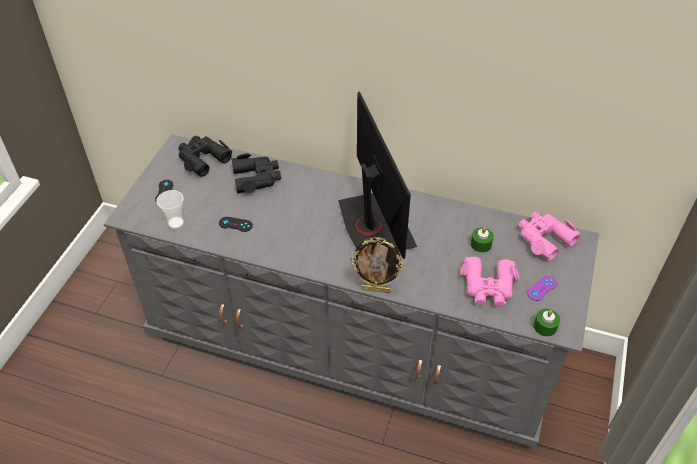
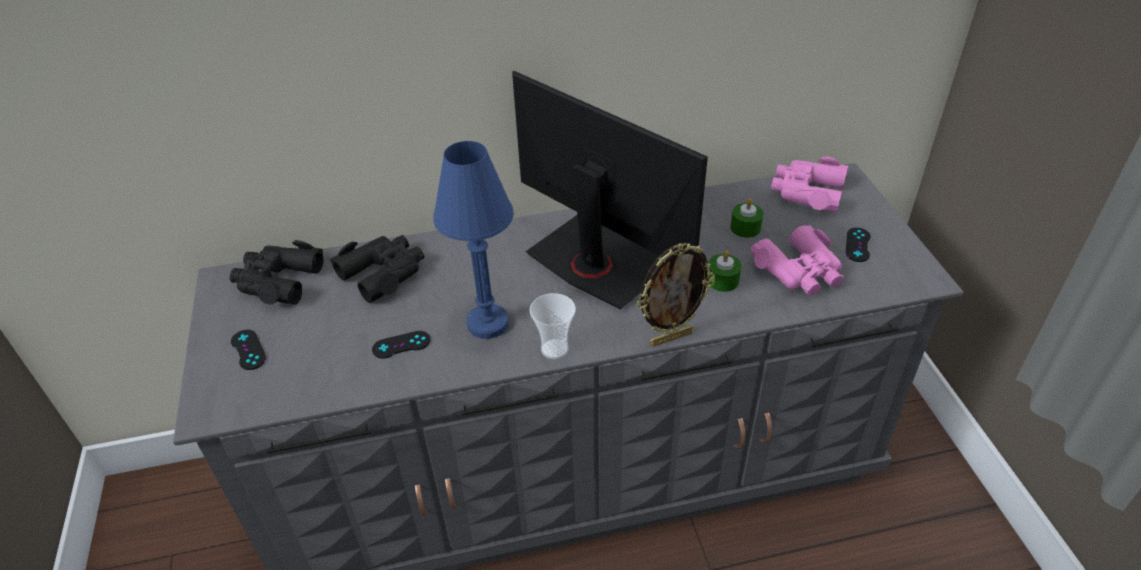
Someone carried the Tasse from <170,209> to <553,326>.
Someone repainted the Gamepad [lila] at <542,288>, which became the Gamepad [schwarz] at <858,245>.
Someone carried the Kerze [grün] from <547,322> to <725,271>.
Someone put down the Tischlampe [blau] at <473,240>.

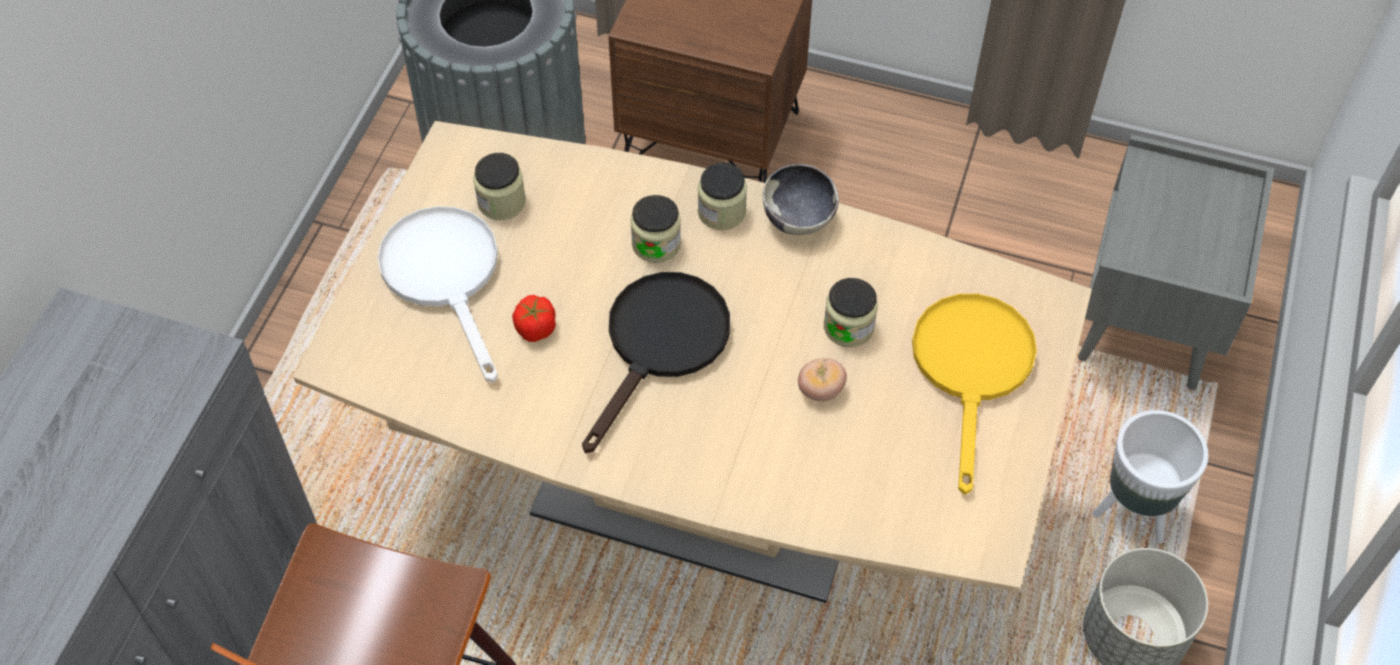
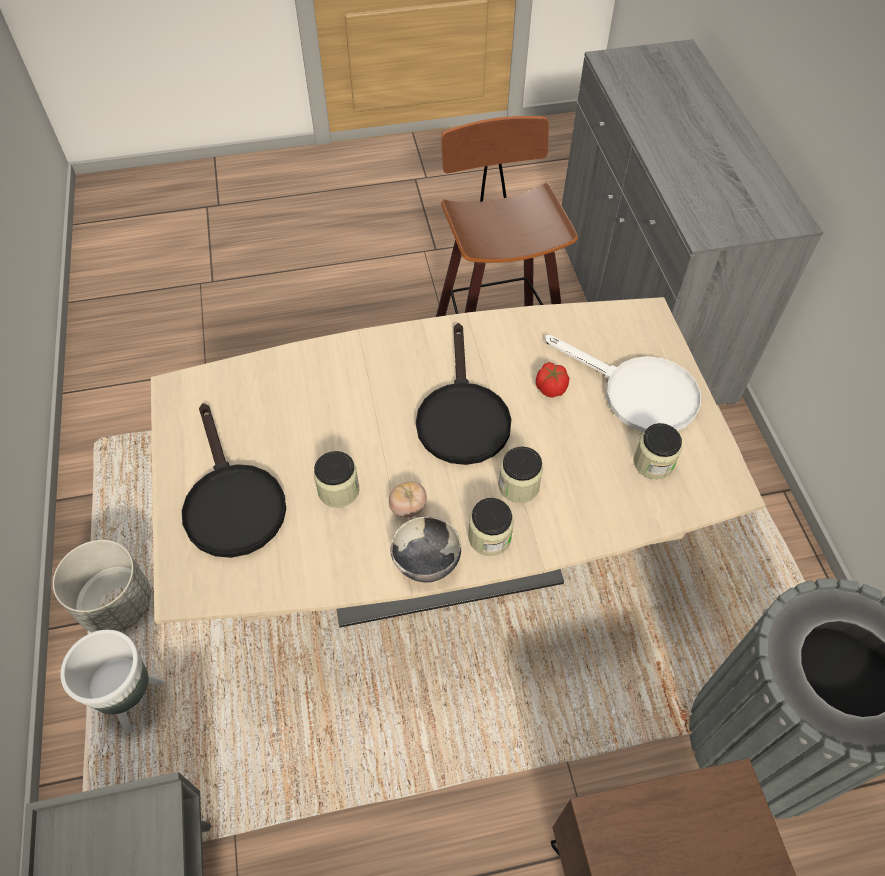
Someone carried the Tomate from <822,380> to <408,499>.
Someone repainted the Pfanne [gelb] at <974,394>, which became the Pfanne [schwarz] at <234,480>.

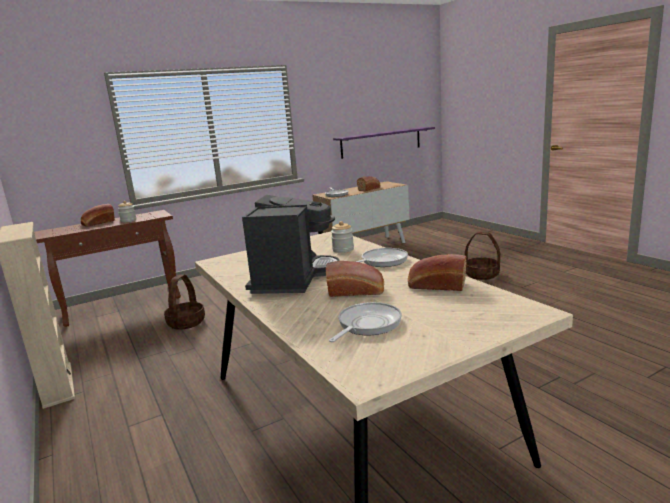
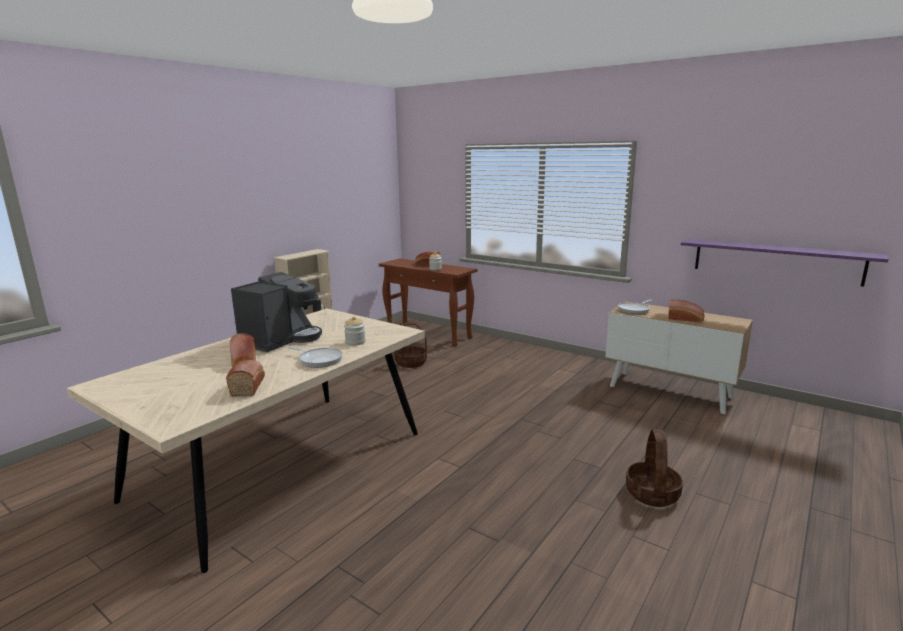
Someone rotated the Kaffeemaschine at <290,244> by 45 degrees counterclockwise.
Someone took away the Pfanne at <365,322>.

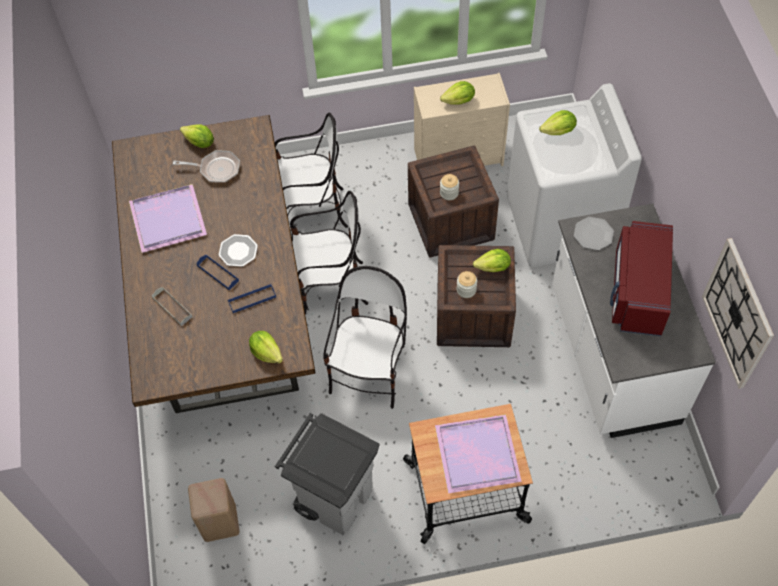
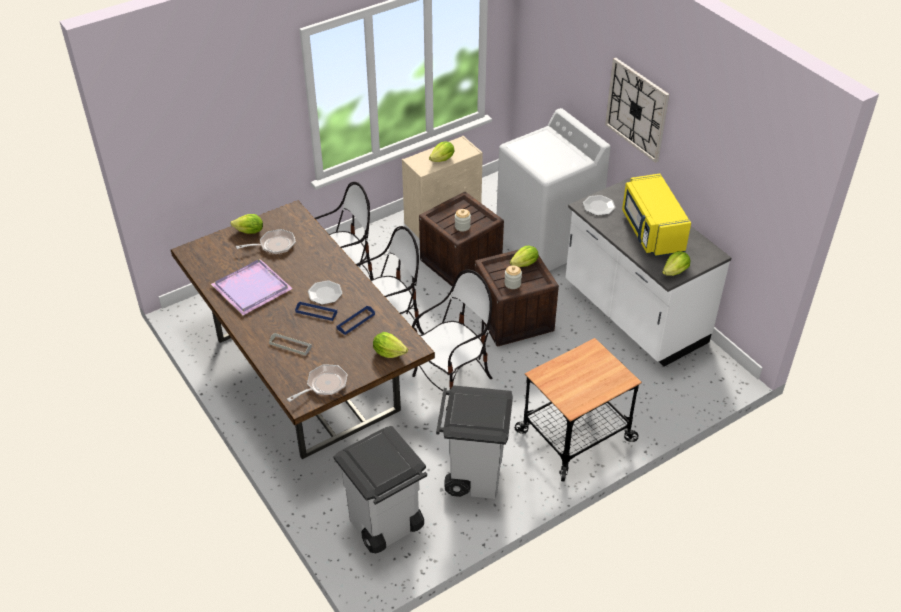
Someone swapped the Hocker [beige] at <214,510> for the Mülleimer [grau] at <380,489>.
Someone rotated the Stuhl at <365,337> by 60 degrees clockwise.
Someone took away the Tablett [lila] at <478,453>.
Someone carried the Salatkopf from <558,122> to <676,263>.
Someone repainted the Mikrowelle [rot] at <641,278>, which became the Mikrowelle [gelb] at <656,215>.
Someone carried the Wanduhr from <738,313> to <637,110>.
Someone put down the Pfanne at <317,383>.

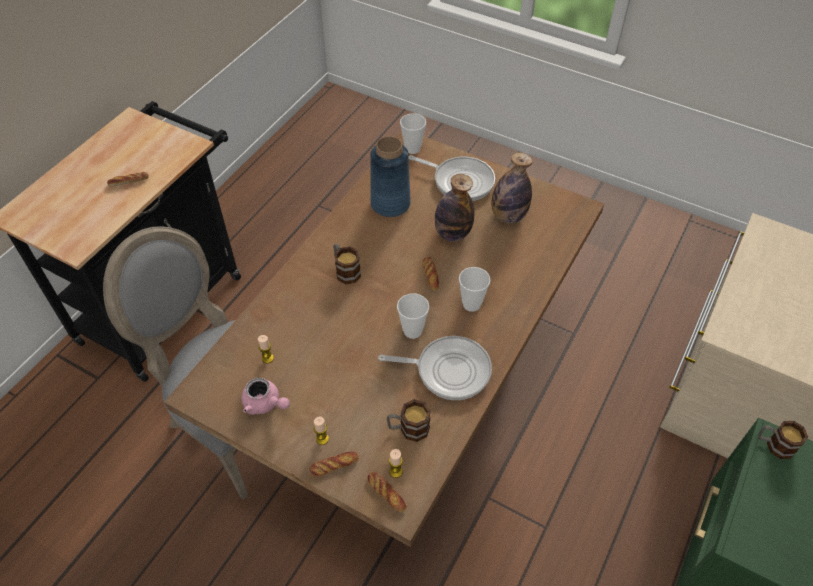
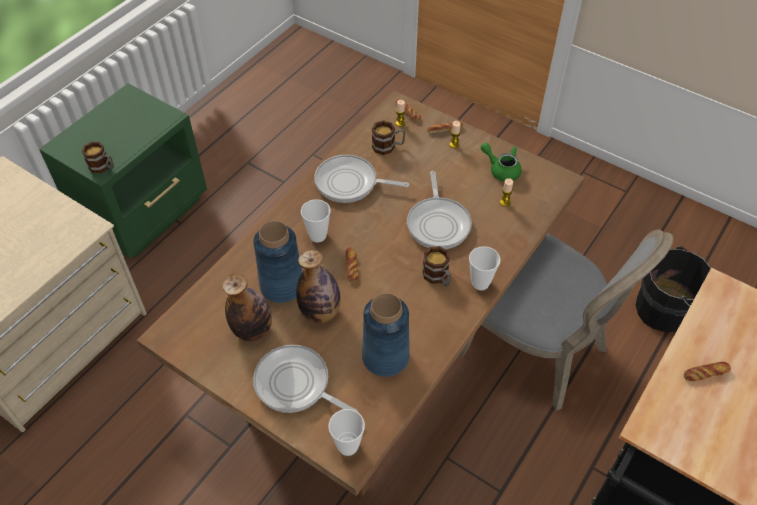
Someone repainted the Teekanne [rosa] at <265,396>, which became the Teekanne [grün] at <501,162>.
Someone carried the Tasse from <413,316> to <485,268>.
Someone put down the Vase [blau] at <277,262>.
Someone put down the Pfanne at <439,210>.
Someone put down the Eimer [schwarz] at <673,289>.

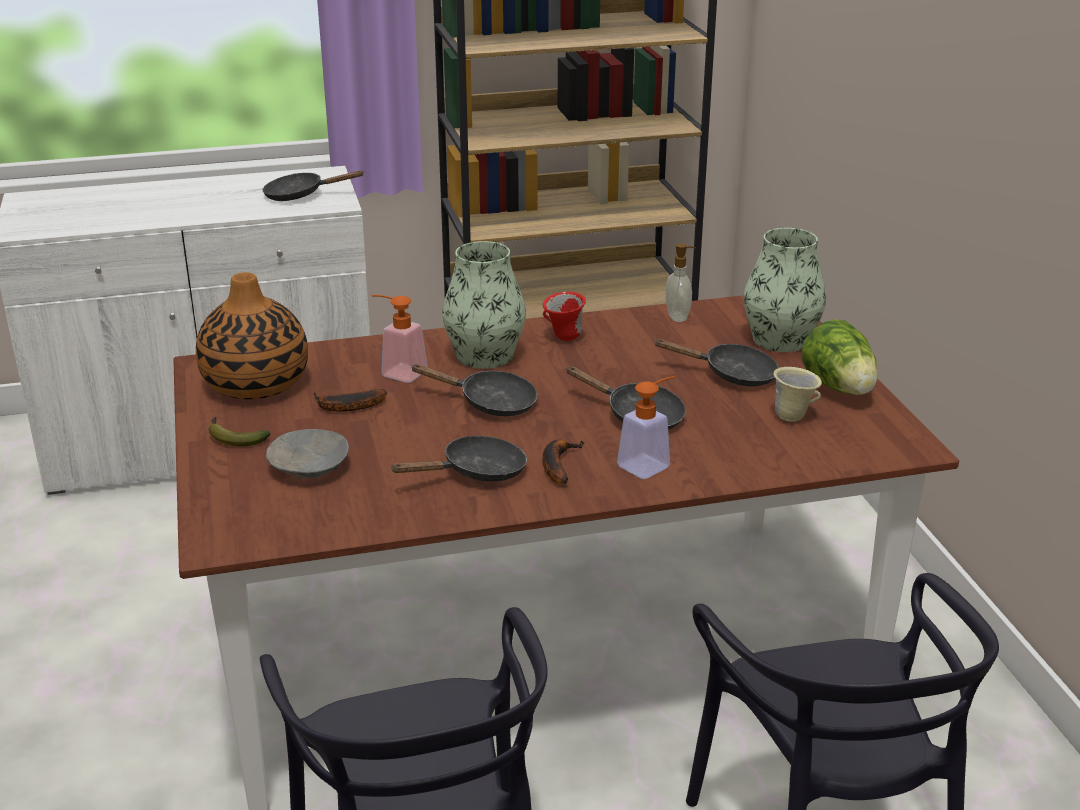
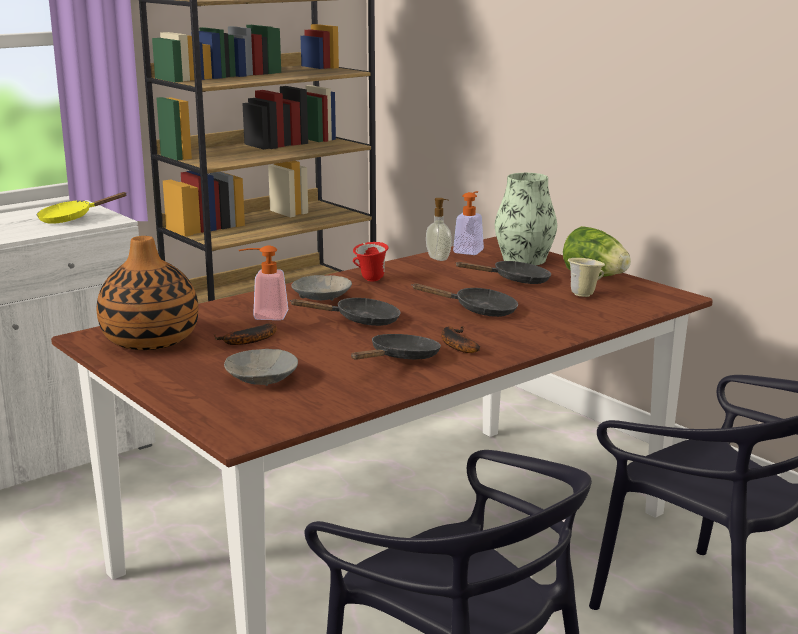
Someone took away the Banane at <239,431>.
Someone repainted the Pfanne [schwarz] at <313,185>, which became the Pfanne [gelb] at <82,208>.
Someone swapped the Vase at <484,305> for the Schüssel [grau] at <321,288>.
Someone carried the Seifenspender from <646,427> to <468,223>.

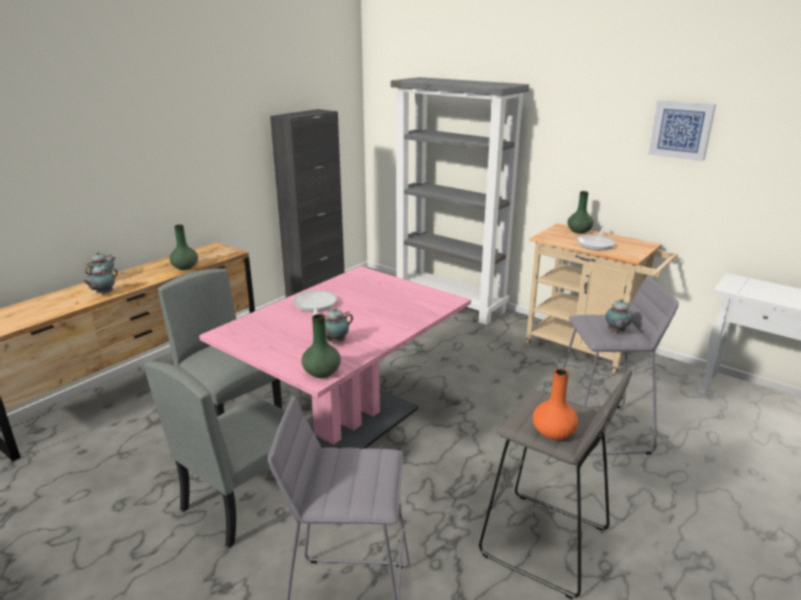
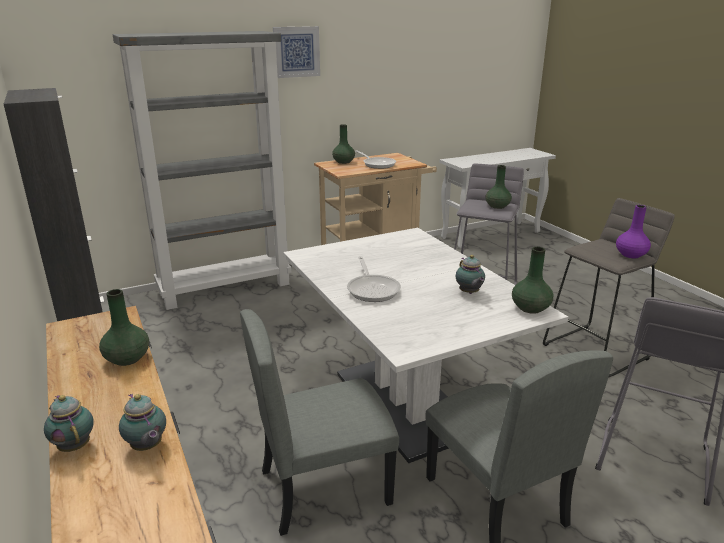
Someone repainted the Esstisch [rosa] at <335,357>, which became the Esstisch [weiß] at <425,345>.
Someone rotated the Pfanne at <315,302> by 120 degrees counterclockwise.
Someone repainted the Vase [orange] at <555,404>, which became the Vase [lila] at <633,231>.
Someone swapped the Teekanne at <618,316> for the Vase [grün] at <498,187>.
Someone carried the Bild from <682,130> to <296,52>.

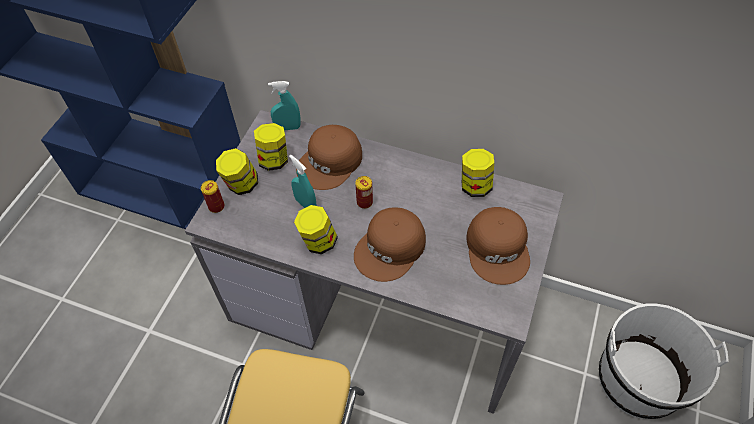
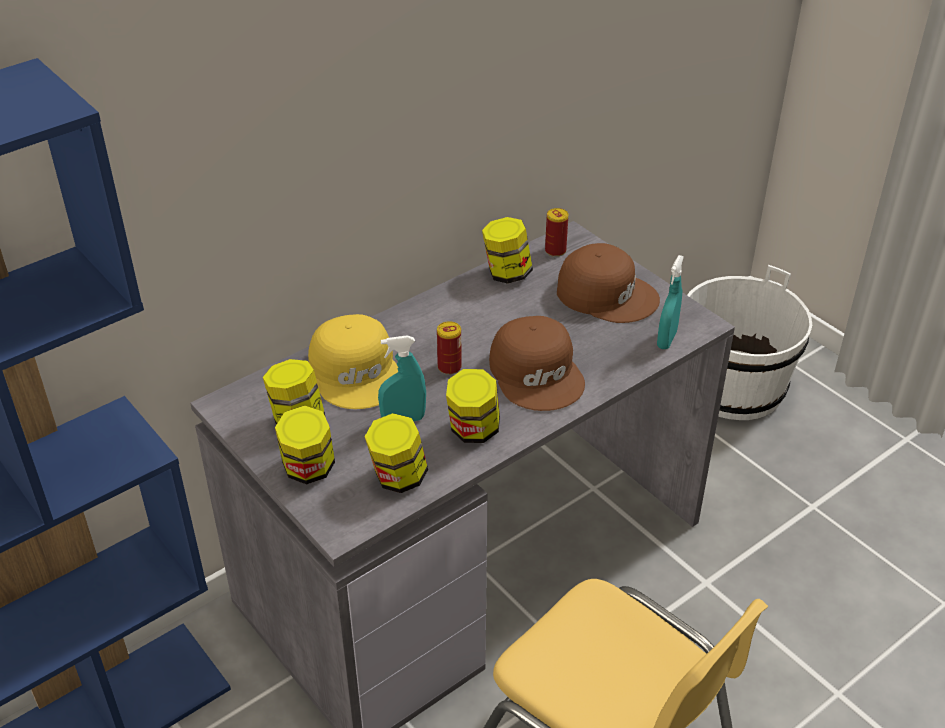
Someone carried the Dose from <212,196> to <556,232>.
Someone carried the Sprühflasche [türkis] from <284,106> to <670,302>.
Someone repainted the Kappe [braun] at <329,157>, which became the Kappe [gelb] at <353,361>.
Someone put down the Vorratsglas at <396,453>.

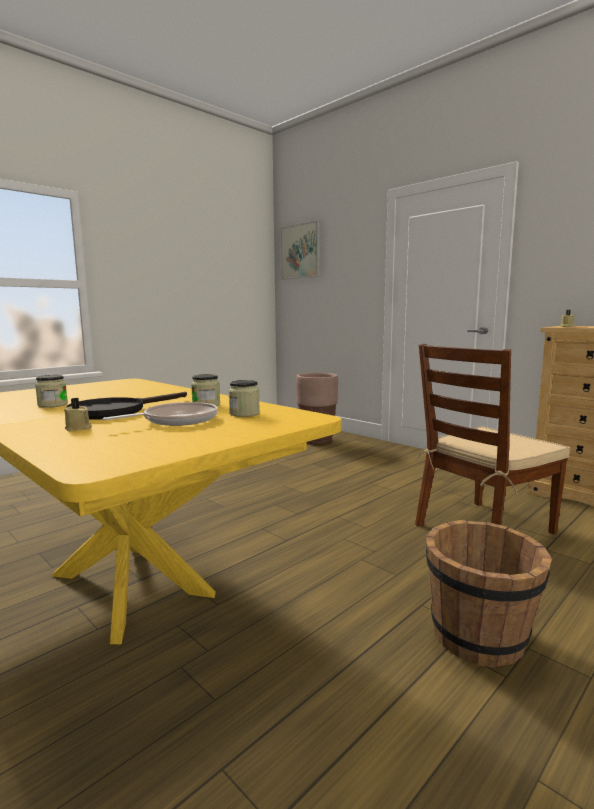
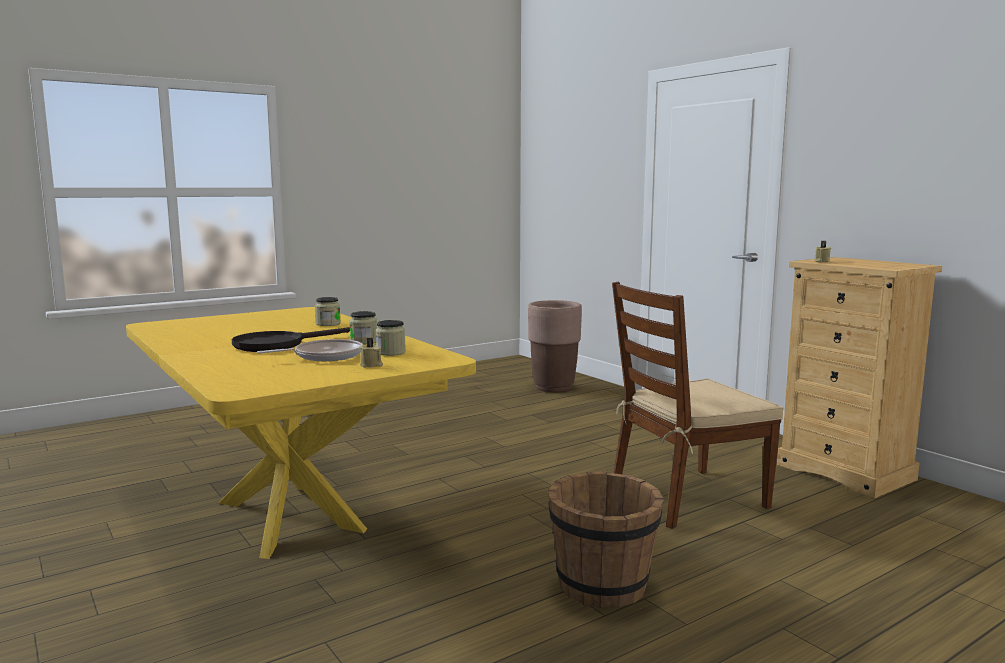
Someone carried the Vorratsglas from <51,391> to <328,311>.
Someone carried the Kerze [beige] from <78,414> to <371,352>.
Someone took away the Bild at <299,250>.

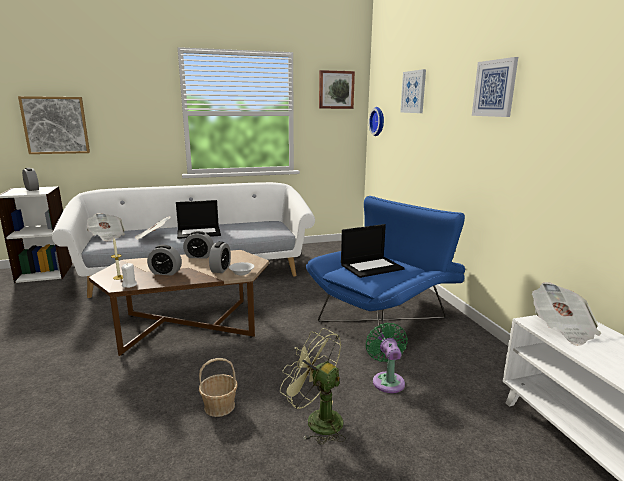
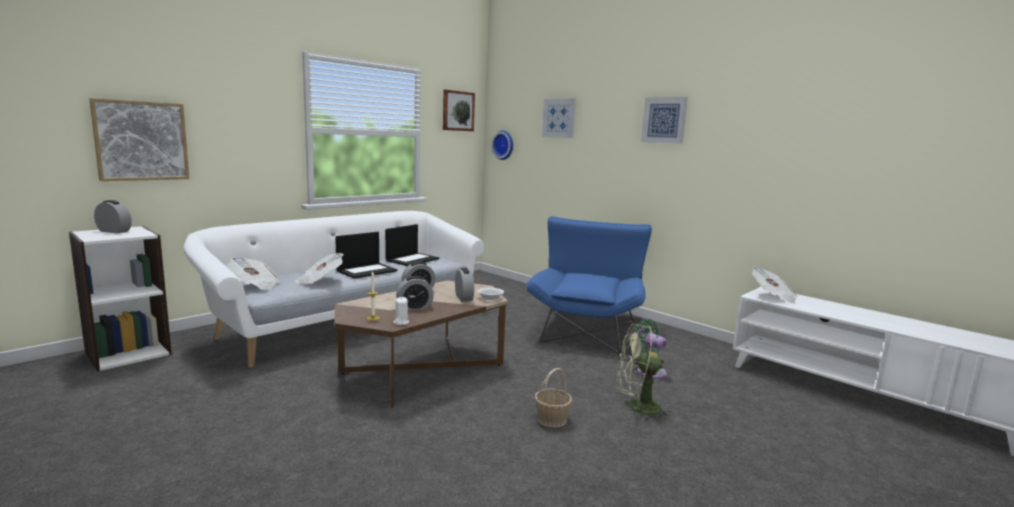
Someone carried the Laptop from <373,251> to <412,245>.

